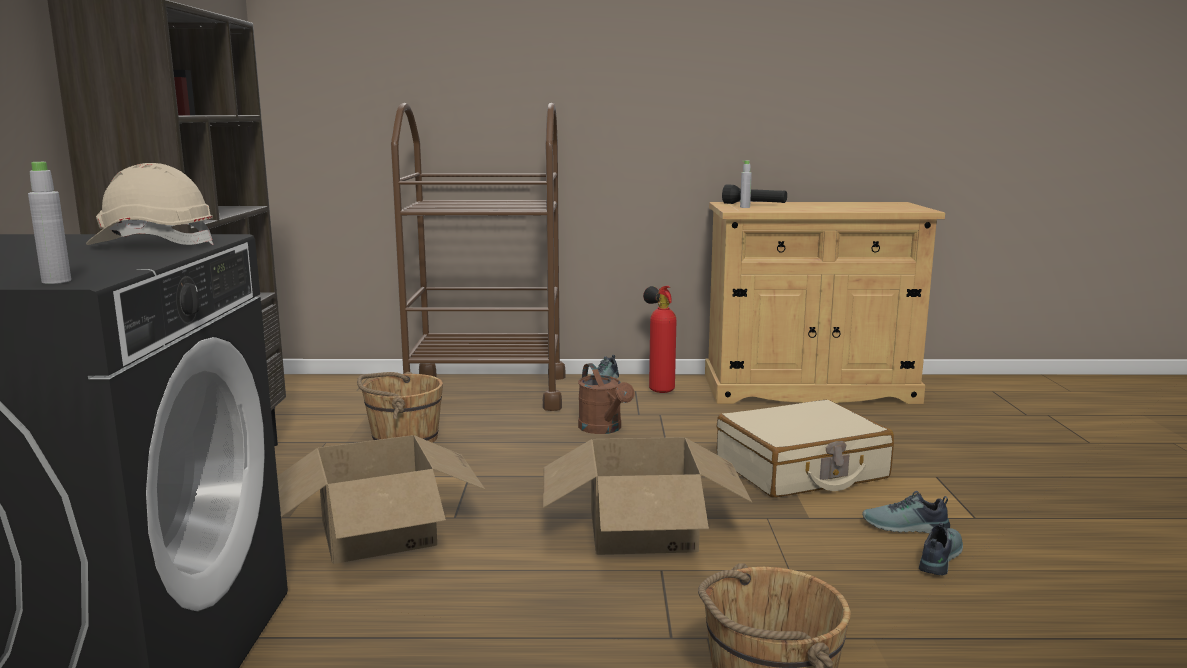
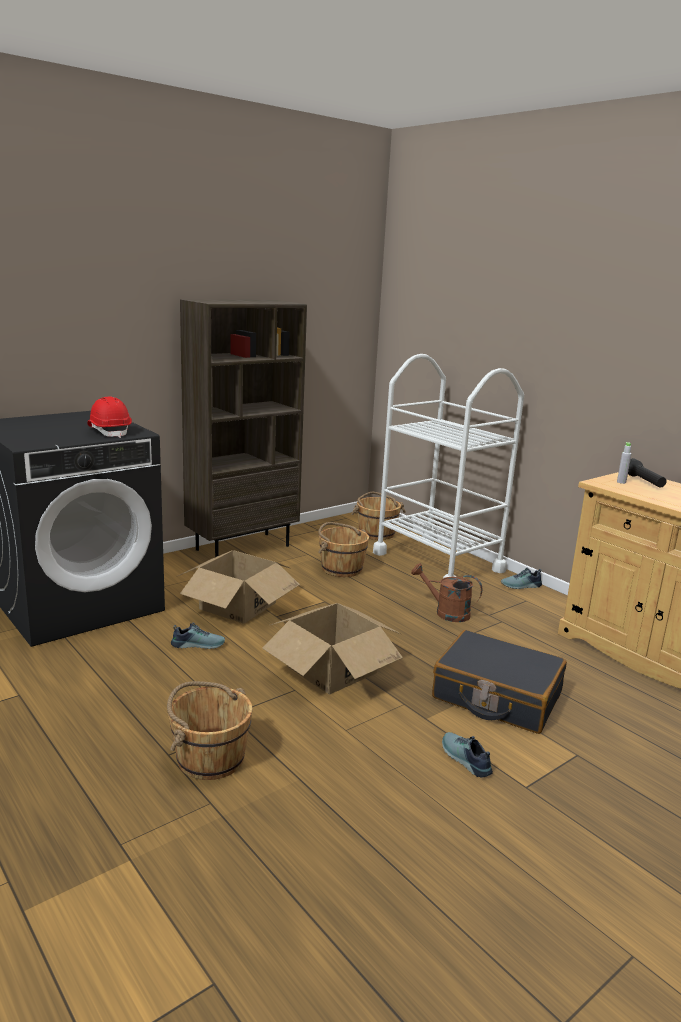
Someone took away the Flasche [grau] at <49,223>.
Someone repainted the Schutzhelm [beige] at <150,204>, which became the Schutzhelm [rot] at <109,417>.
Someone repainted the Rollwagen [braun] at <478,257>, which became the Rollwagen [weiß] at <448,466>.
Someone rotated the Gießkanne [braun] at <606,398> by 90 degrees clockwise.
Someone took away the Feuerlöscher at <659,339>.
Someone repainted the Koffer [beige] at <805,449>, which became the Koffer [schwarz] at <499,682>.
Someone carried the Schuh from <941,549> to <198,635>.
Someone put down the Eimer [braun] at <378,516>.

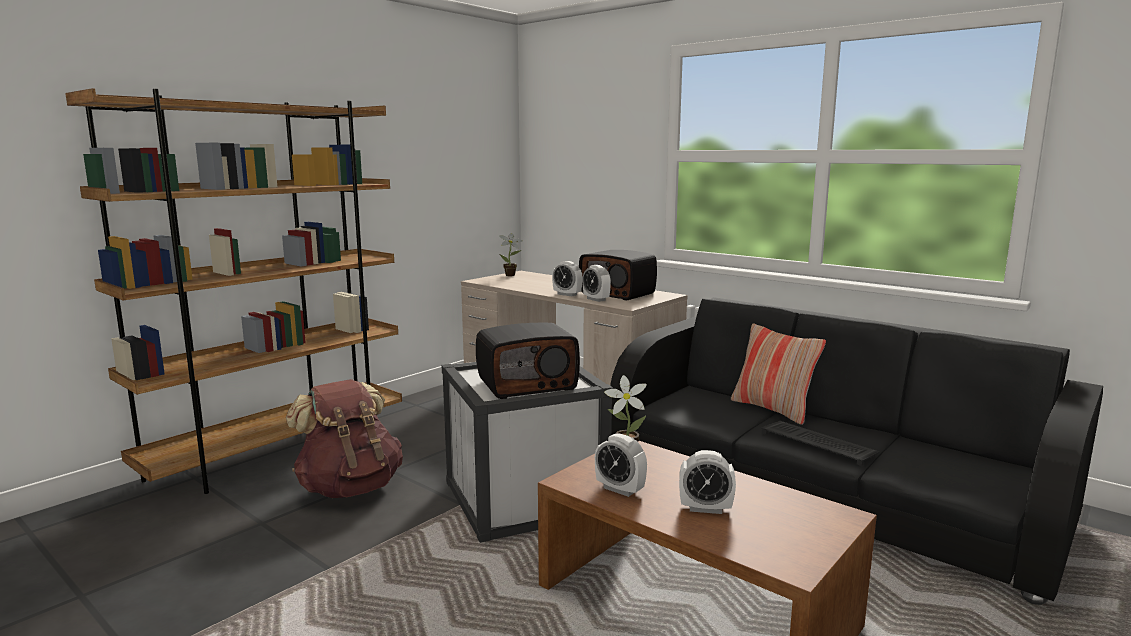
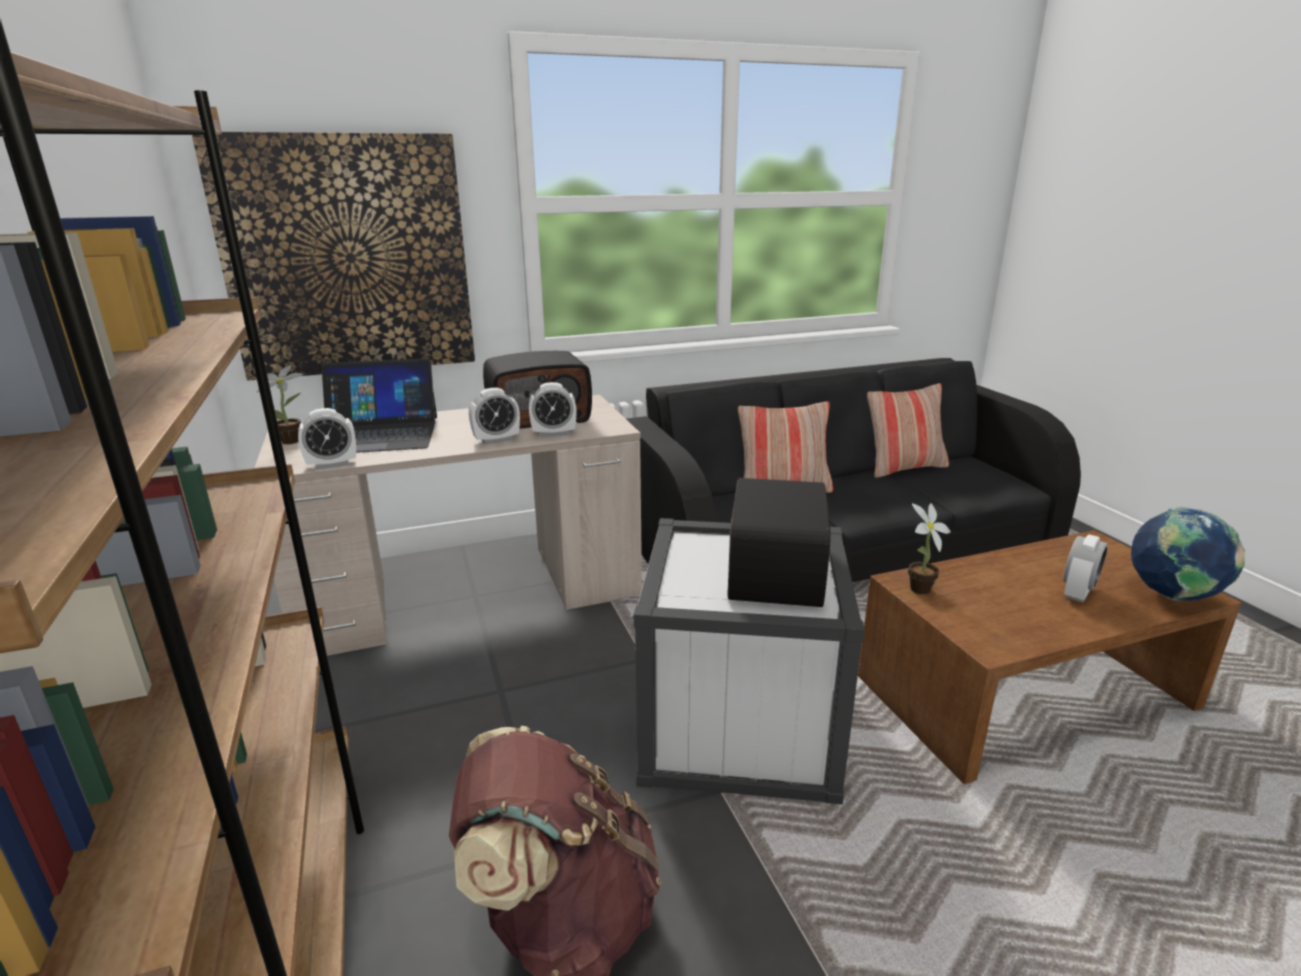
Someone carried the Wecker from <621,465> to <327,439>.
Someone took away the Tastatur at <820,443>.
Someone put up the Bild at <333,256>.
Someone put down the Laptop at <379,405>.
Someone put down the Kissen at <908,430>.
Someone put down the Globus at <1188,554>.

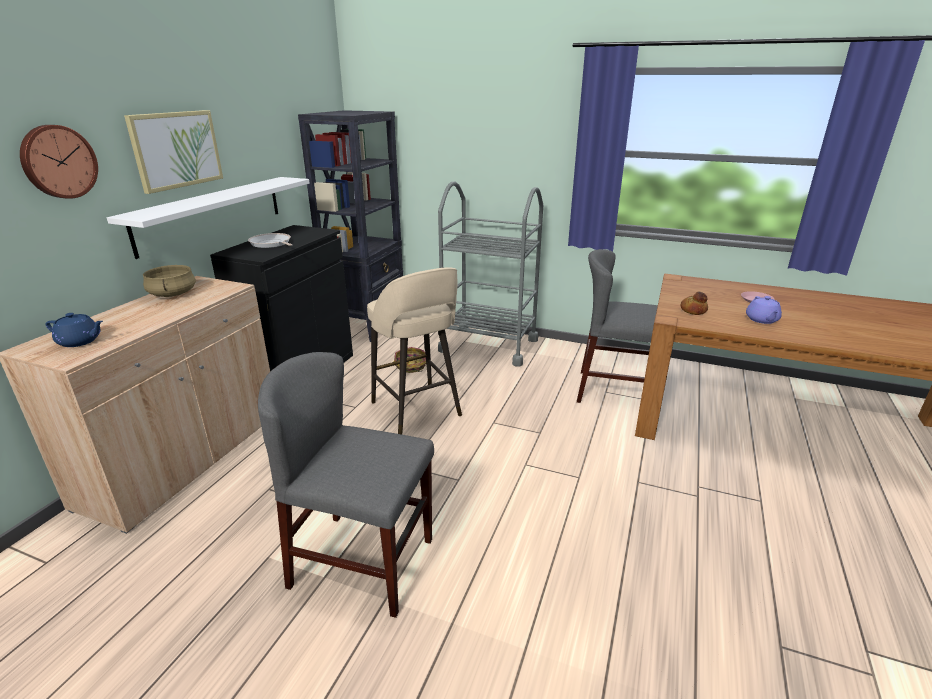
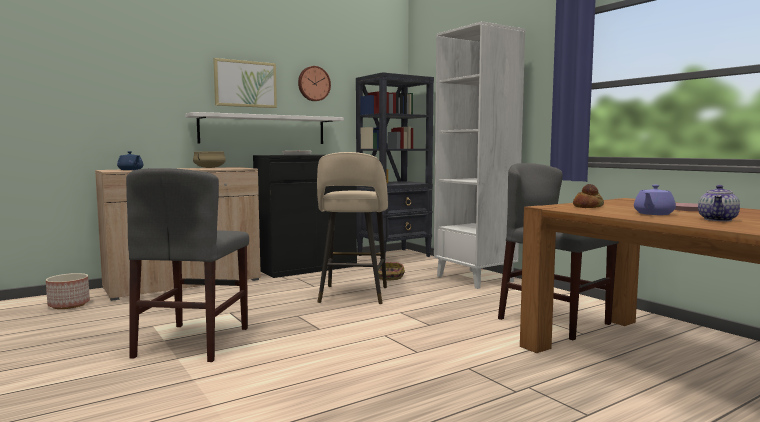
Someone carried the Wanduhr from <59,162> to <314,83>.
Someone rotated the Stuhl [grau] at <346,485> by 135 degrees counterclockwise.
Someone swapped the Rollwagen [grau] at <490,274> for the Bücherregal [weiß] at <479,155>.
Someone put down the Pflanzkübel at <68,291>.
Someone put down the Teekanne at <719,203>.

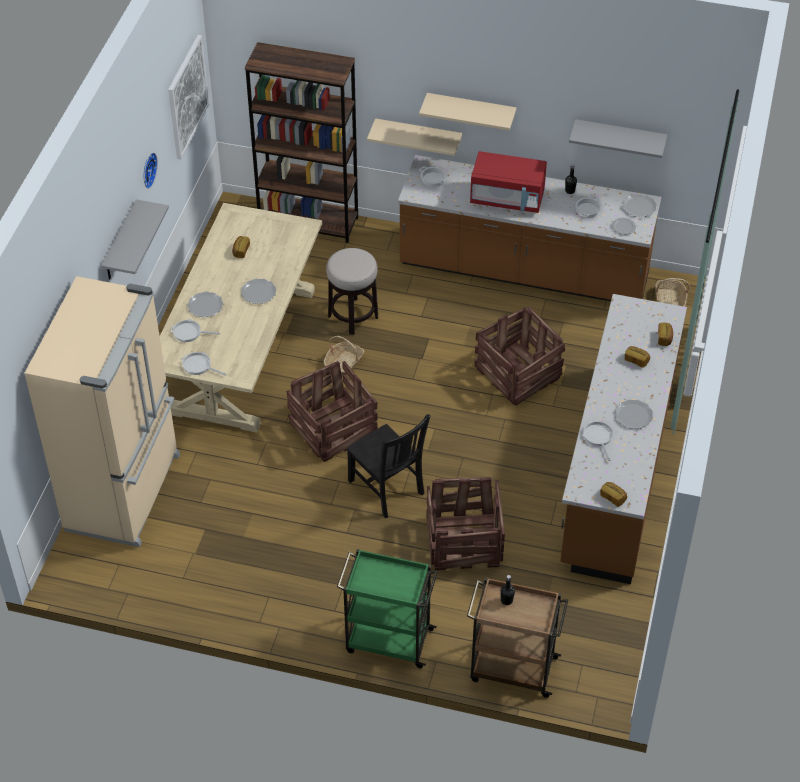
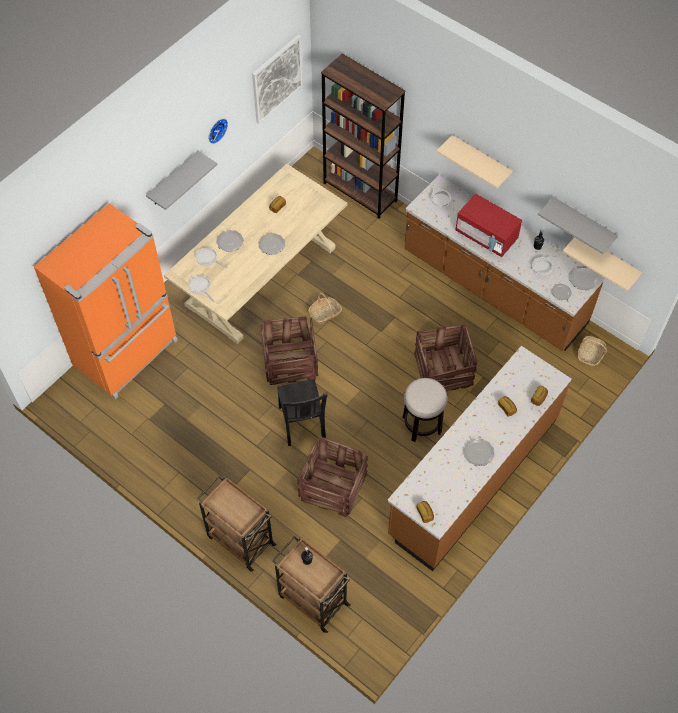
Someone repainted the Kühlschrank [beige] at <102,411>, which became the Kühlschrank [orange] at <106,301>.
Someone carried the Hocker from <352,291> to <425,410>.
Someone repainted the Rollwagen [grün] at <387,609>, which became the Rollwagen [braun] at <237,523>.
Someone carried the Wandregal [beige] from <414,137> to <602,264>.
Someone took away the Pfanne at <598,440>.

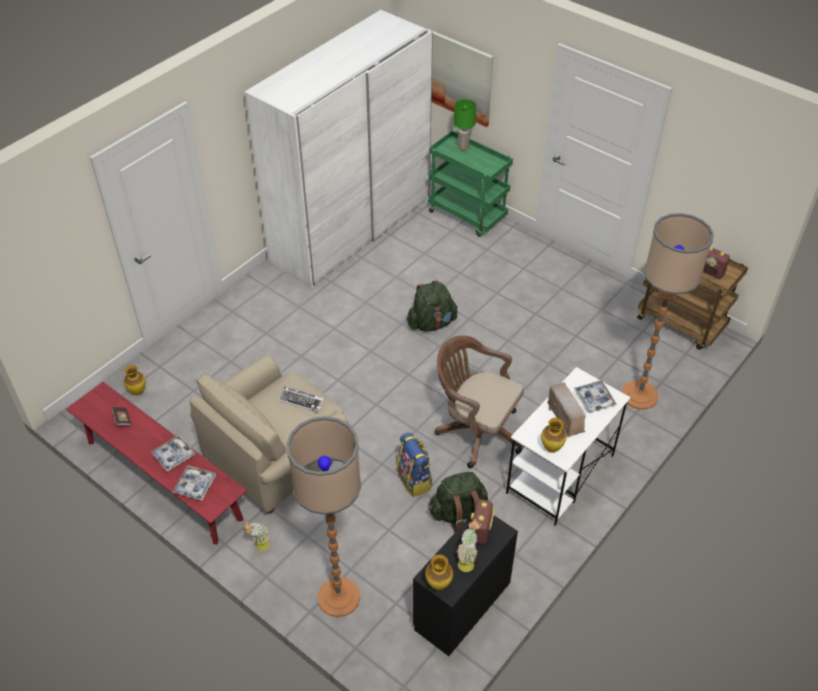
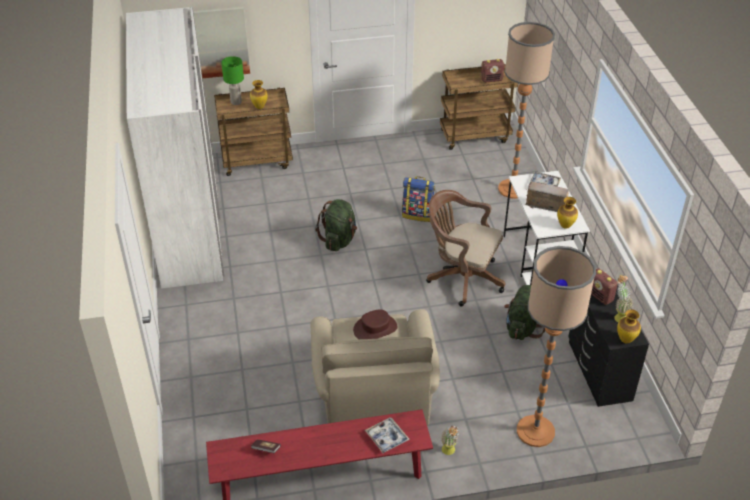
Someone carried the Vase from <135,380> to <259,94>.
Someone took away the Tablett at <173,453>.
Someone swapped the Tastatur at <301,399> for the Hut [braun] at <375,324>.
Someone carried the Rucksack from <414,464> to <418,199>.
Someone repainted the Rollwagen [grün] at <470,184>, which became the Rollwagen [braun] at <253,132>.
Someone rotated the Bürostuhl [braun] at <479,401> by 45 degrees clockwise.

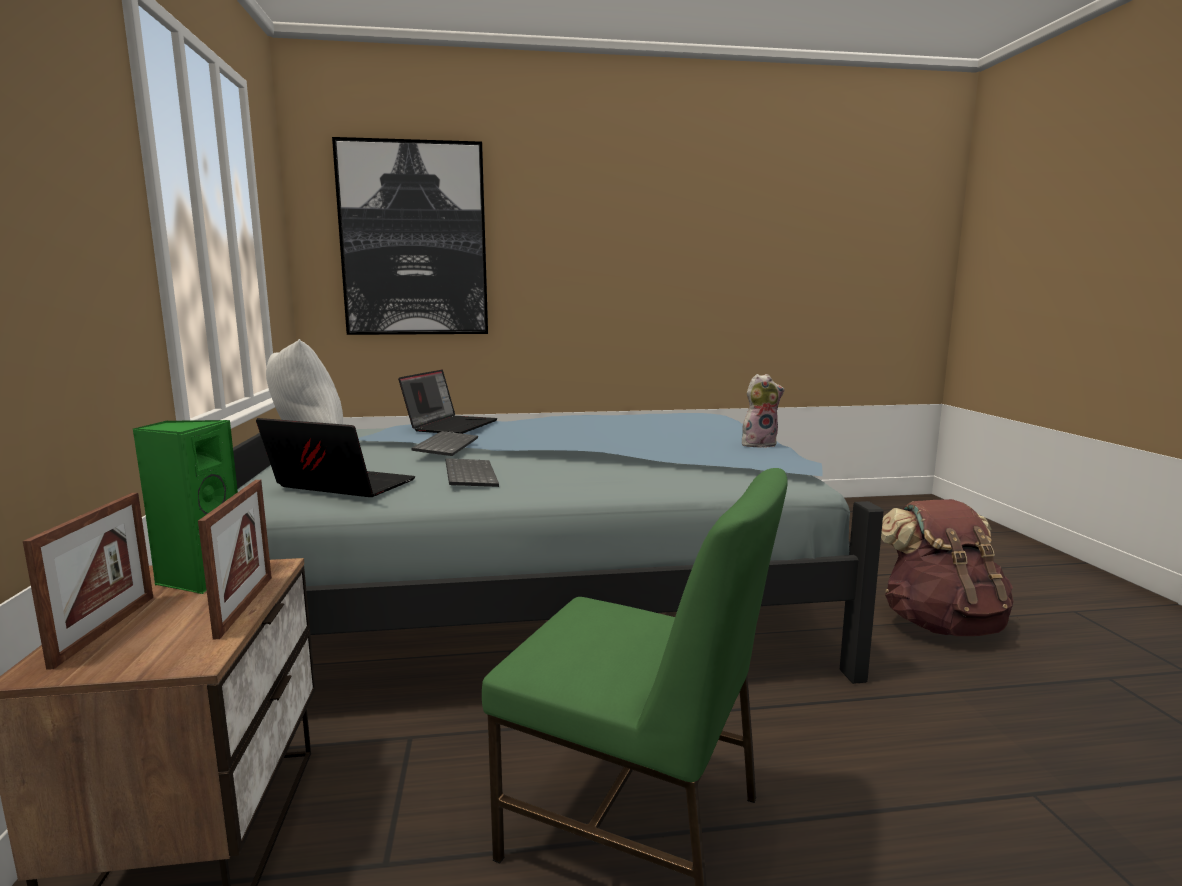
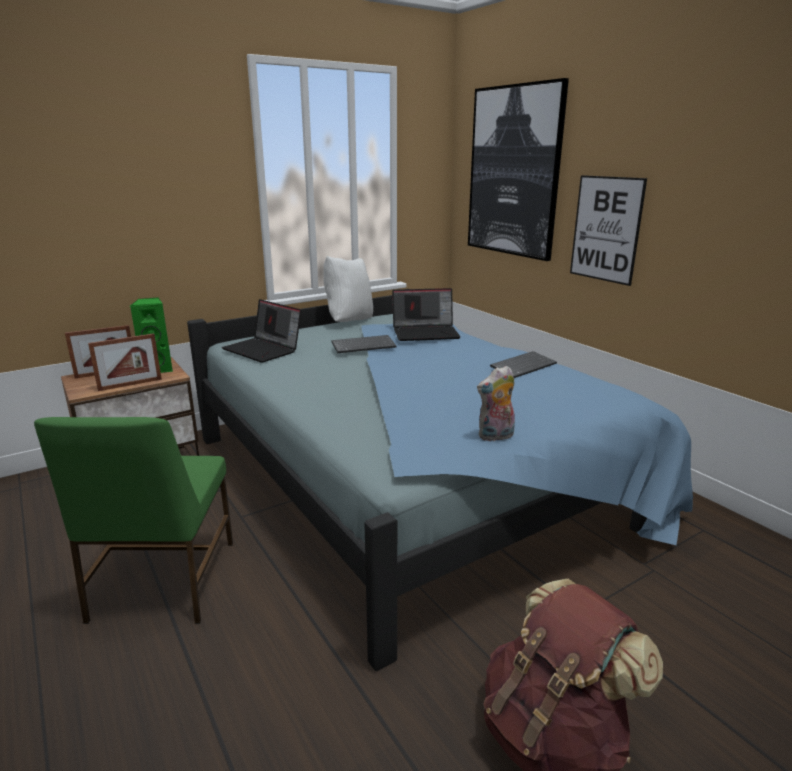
Someone rotated the Laptop at <336,457> by 135 degrees clockwise.
Someone carried the Tastatur from <472,472> to <523,364>.
Someone rotated the Plüschtier at <763,411> by 105 degrees clockwise.
Someone put up the Bild at <608,230>.

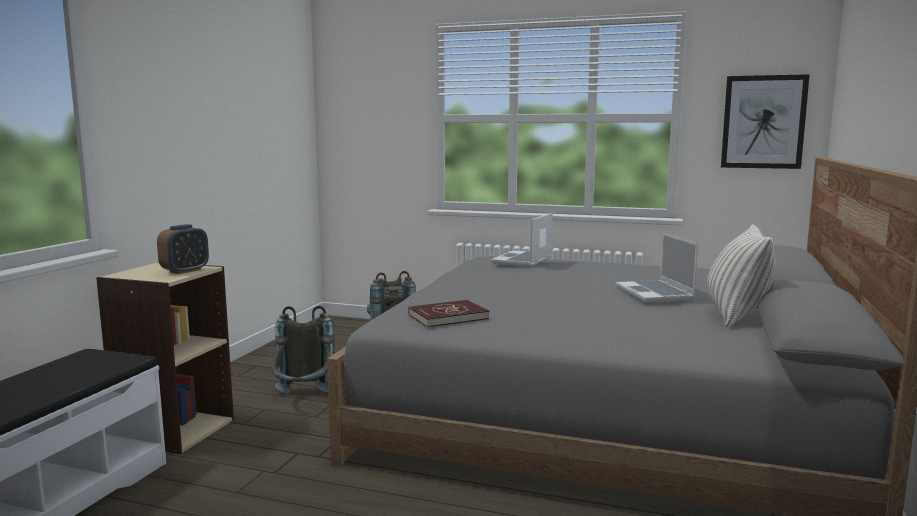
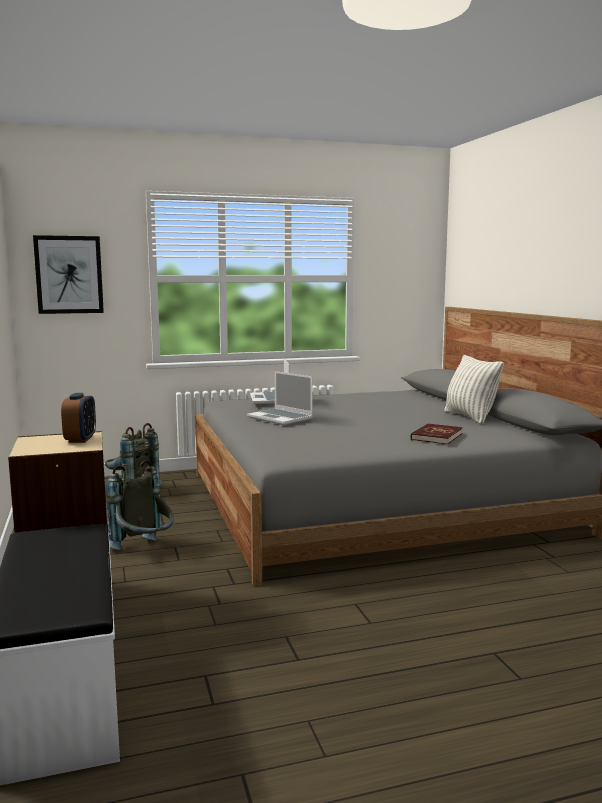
Someone carried the Buch [rot] from <448,313> to <437,434>.
Someone carried the Laptop from <657,267> to <280,398>.
Someone carried the Bild from <765,121> to <68,274>.

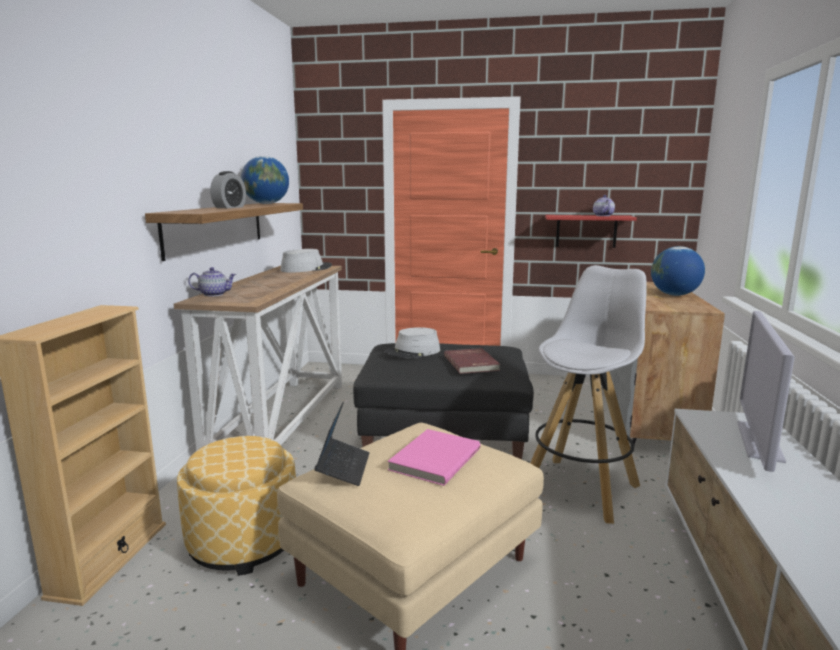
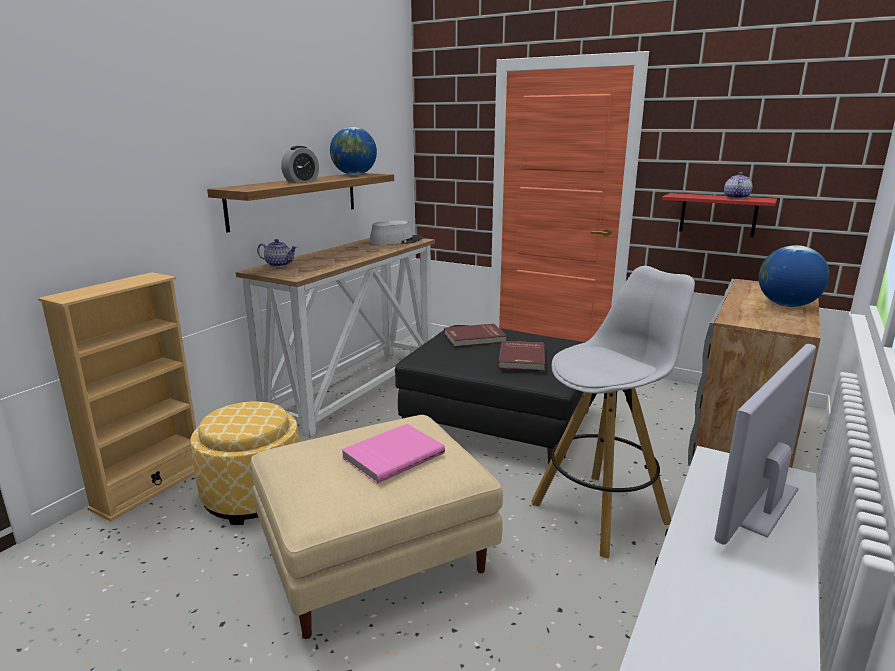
Someone took away the Laptop at <342,444>.
Someone swapped the Hut [grau] at <412,343> for the Buch [rot] at <475,335>.

